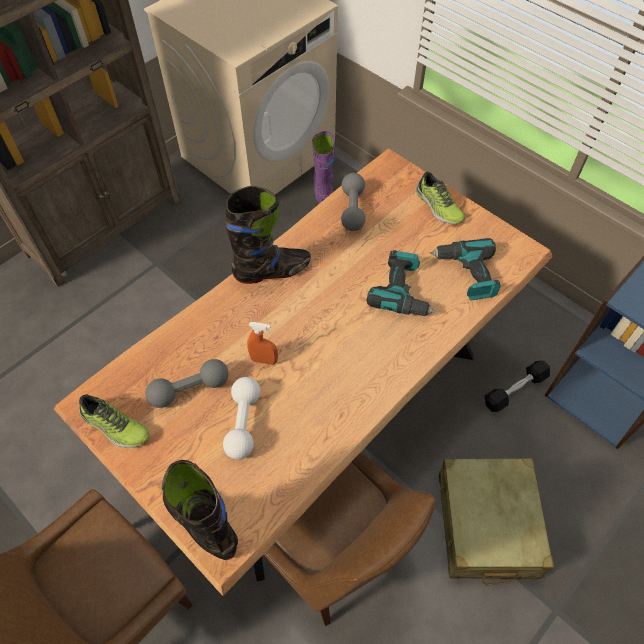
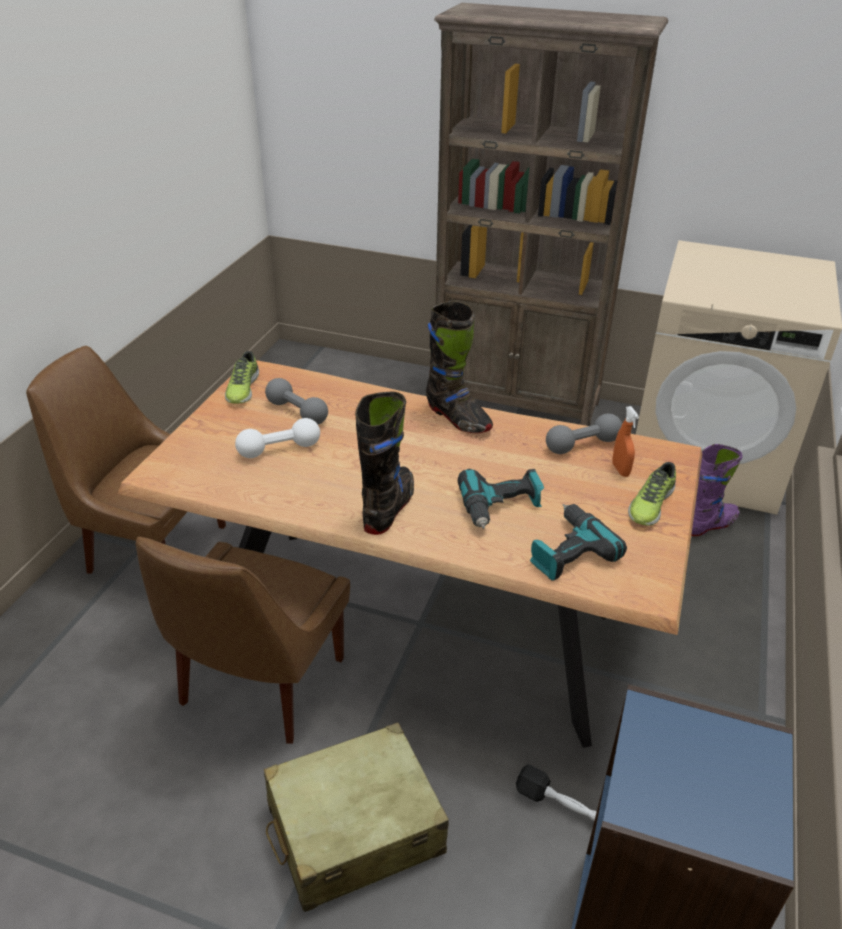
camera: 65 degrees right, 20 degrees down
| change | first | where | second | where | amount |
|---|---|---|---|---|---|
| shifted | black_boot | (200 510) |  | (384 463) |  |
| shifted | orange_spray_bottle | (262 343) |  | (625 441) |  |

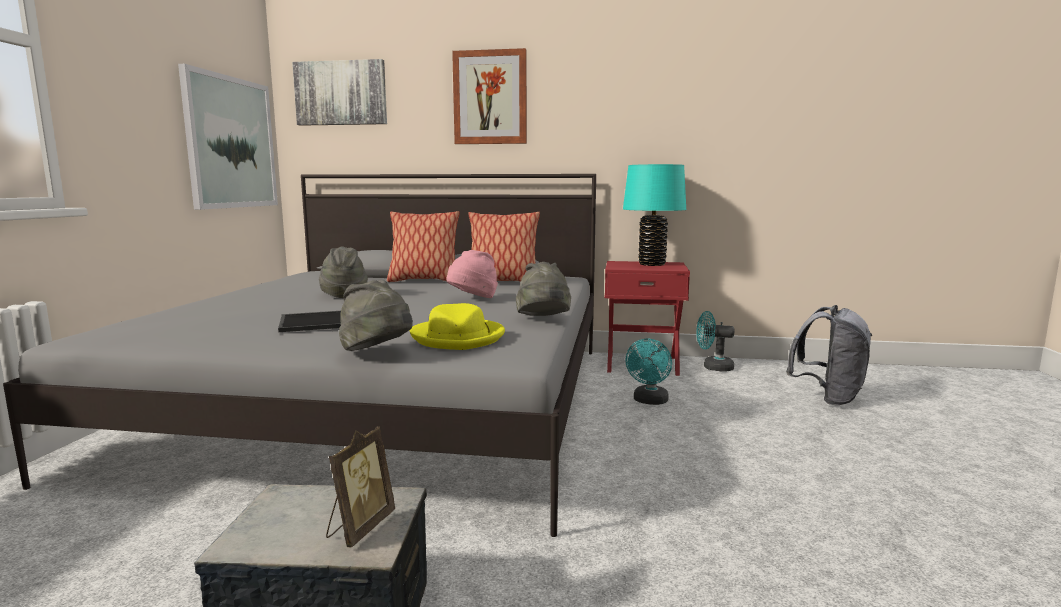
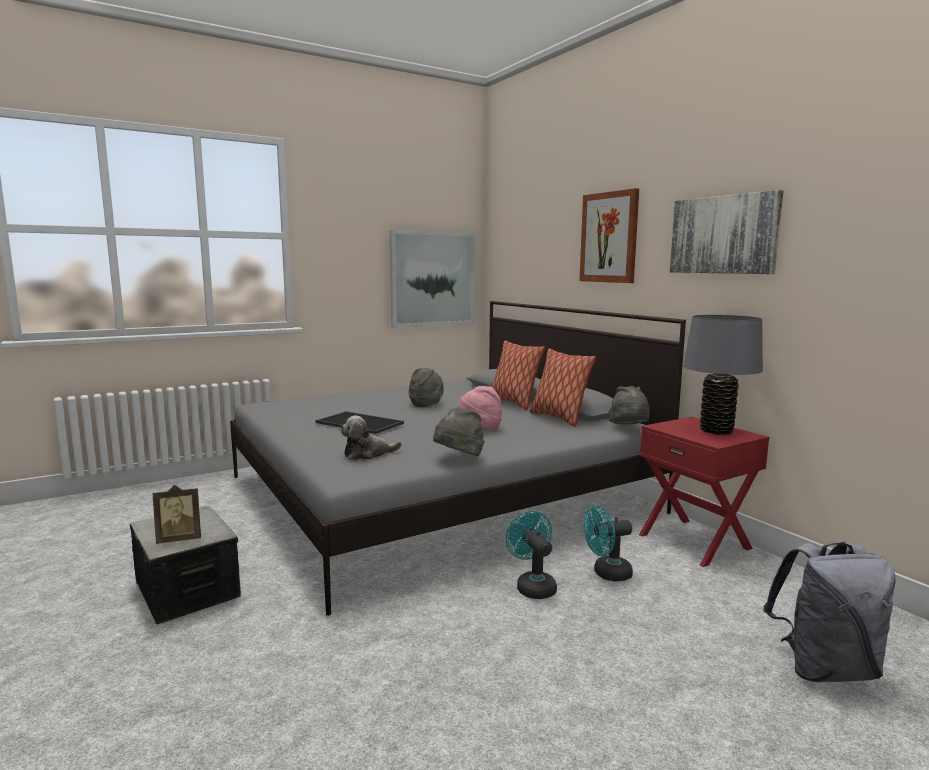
camera: 50 degrees right, 0 degrees up
| change | first | where | second | where | amount |
|---|---|---|---|---|---|
| shifted | picture | (339 92) |  | (726 232) |  |
| shifted | grey_hat | (376 315) |  | (629 405) |  |
| shifted | turquoise_fan | (715 341) |  | (531 555) |  |
| swapped | yellow_hat | (457 326) | plush_toy | (371 438) |  |
| repainted | turquoise_table_lamp | (654 215) | grey_table_lamp | (723 375) |  |

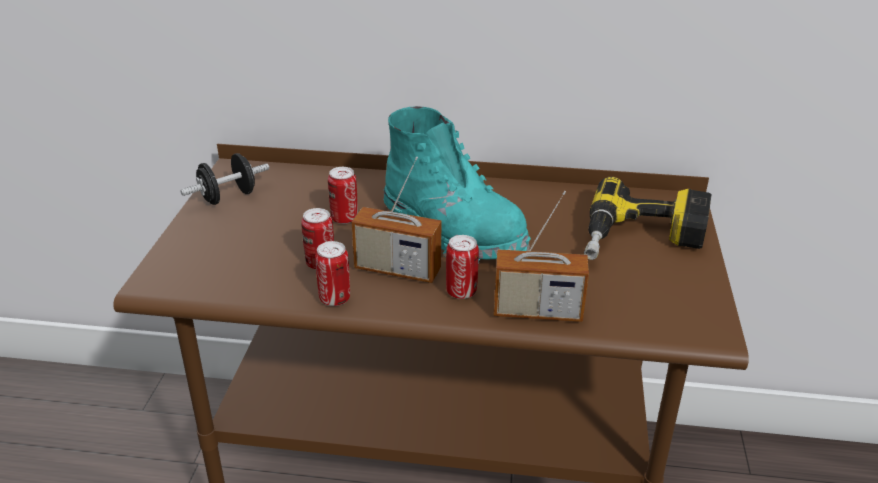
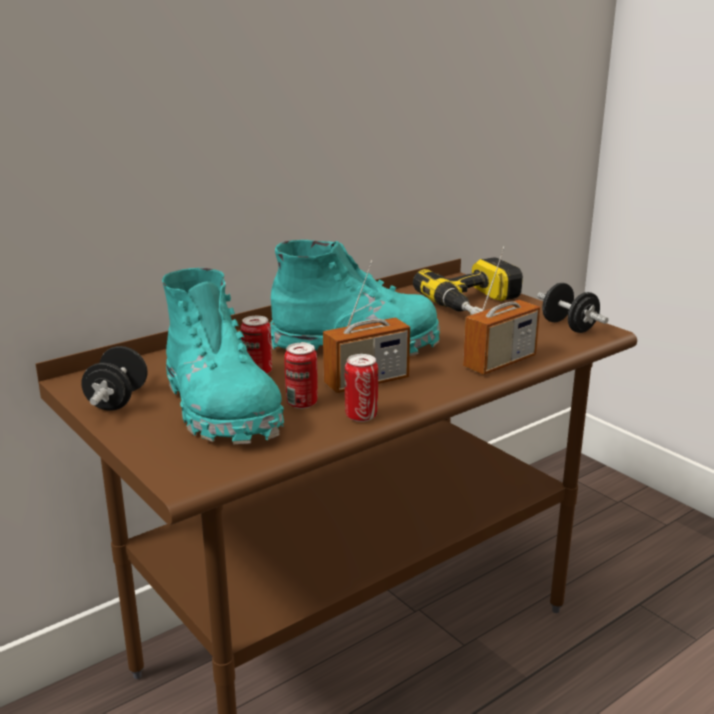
camera: 45 degrees left, 10 degrees down
| change | first | where | second | where | amount |
|---|---|---|---|---|---|
| gone | can | (462 267) |  |  |  |
| new |  |  | turquoise_boot | (223 356) |  |
| new |  |  | black_dumbbell | (572 308) |  |

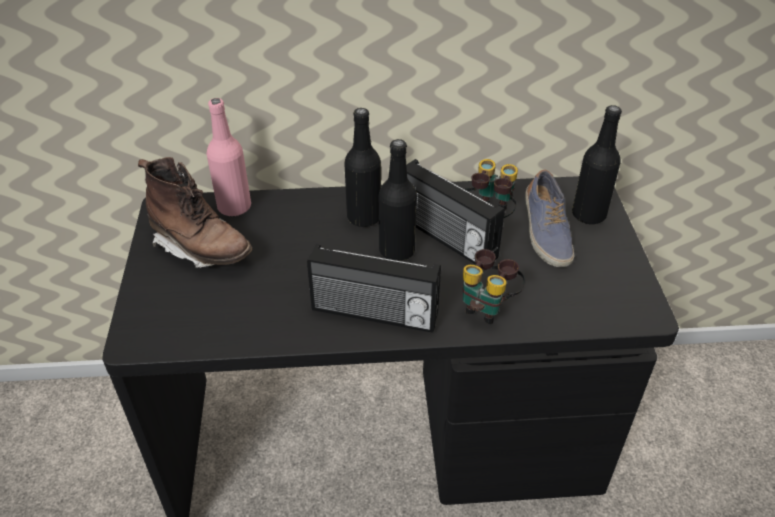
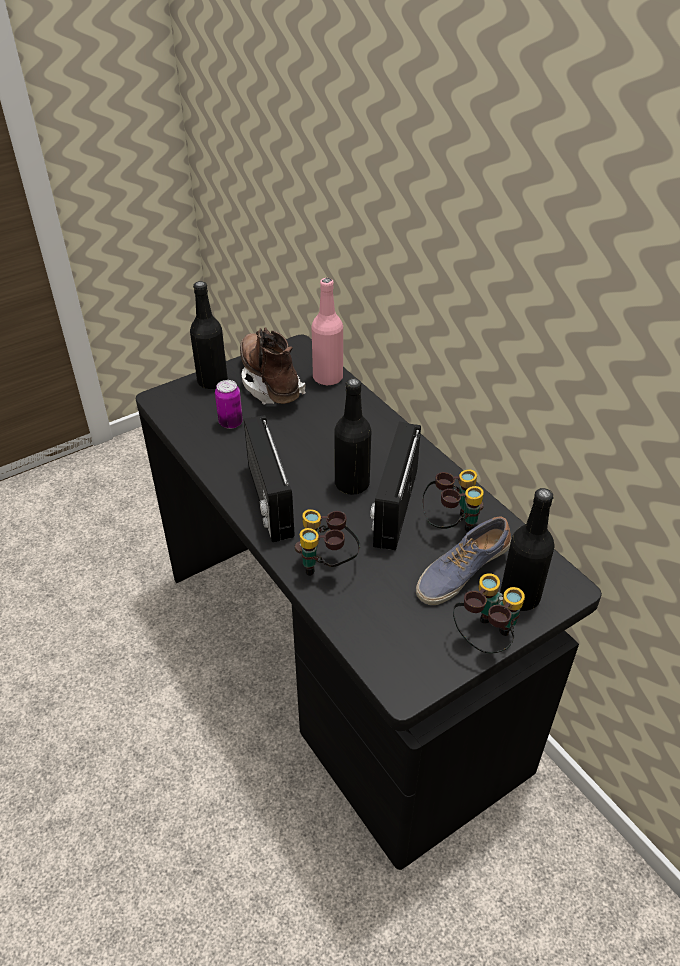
camera: 60 degrees right, 0 degrees up
| change | first | where | second | where | amount |
|---|---|---|---|---|---|
| new |  |  | can | (229 404) |  |
| new |  |  | binoculars | (489 613) |  |
| shifted | black_bottle | (362 167) |  | (209 335) |  |
| rotated | brown_boot | (195 212) |  | (273 365) | 150 degrees clockwise |

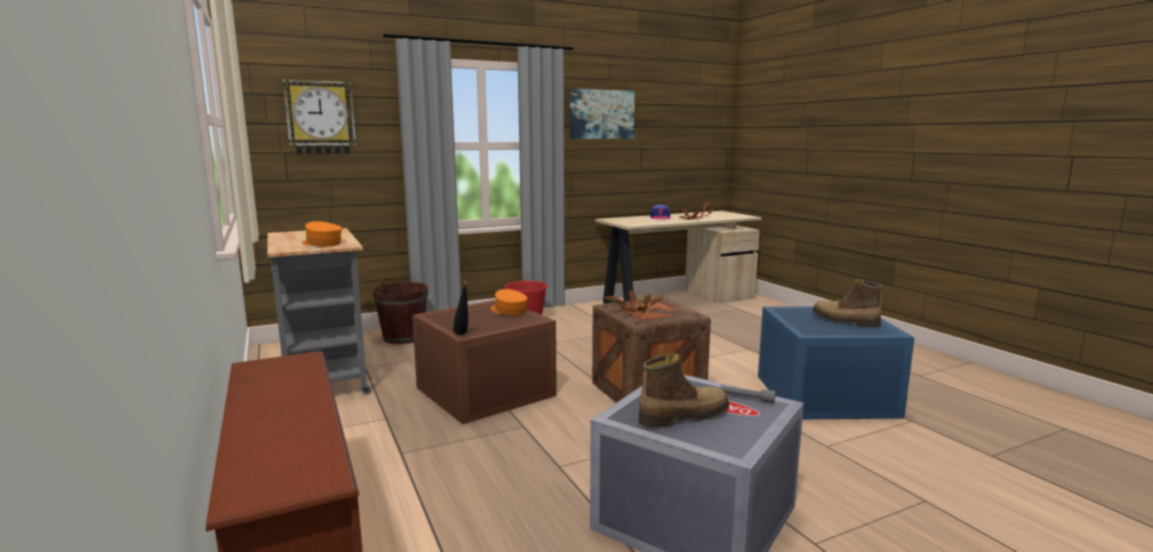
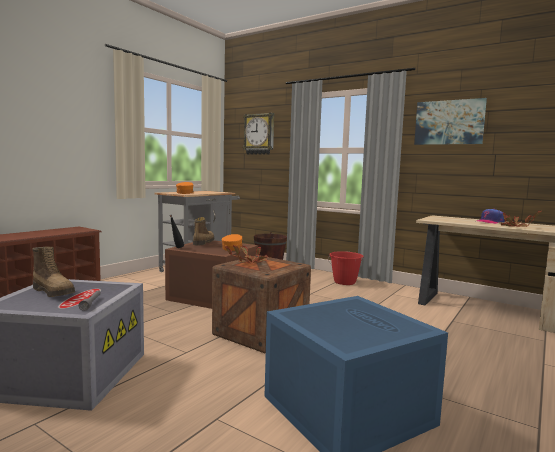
camera: 60 degrees right, 5 degrees down
| change | first | where | second | where | amount |
|---|---|---|---|---|---|
| shifted | boot | (847 303) |  | (203 231) |  |

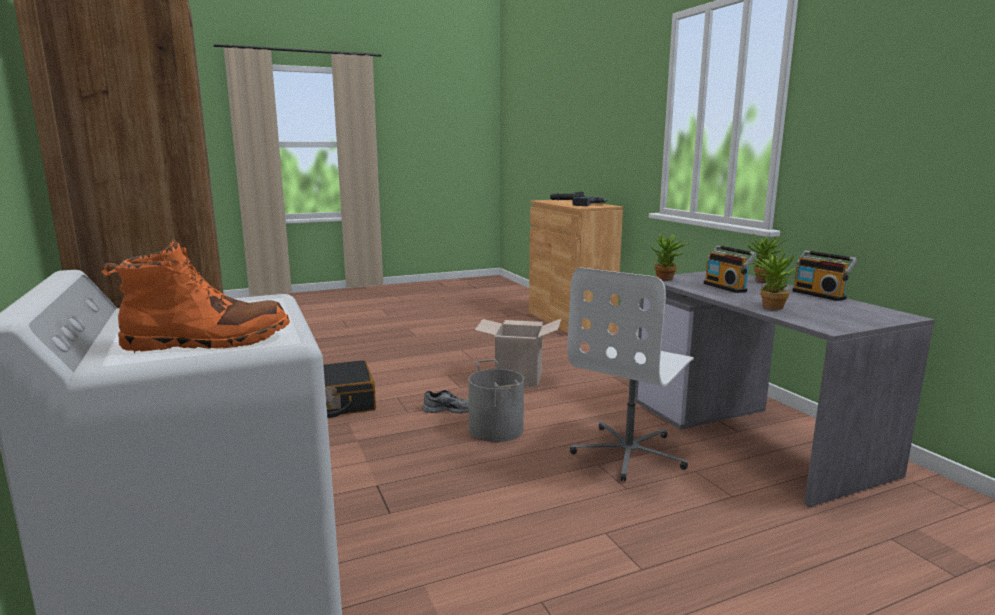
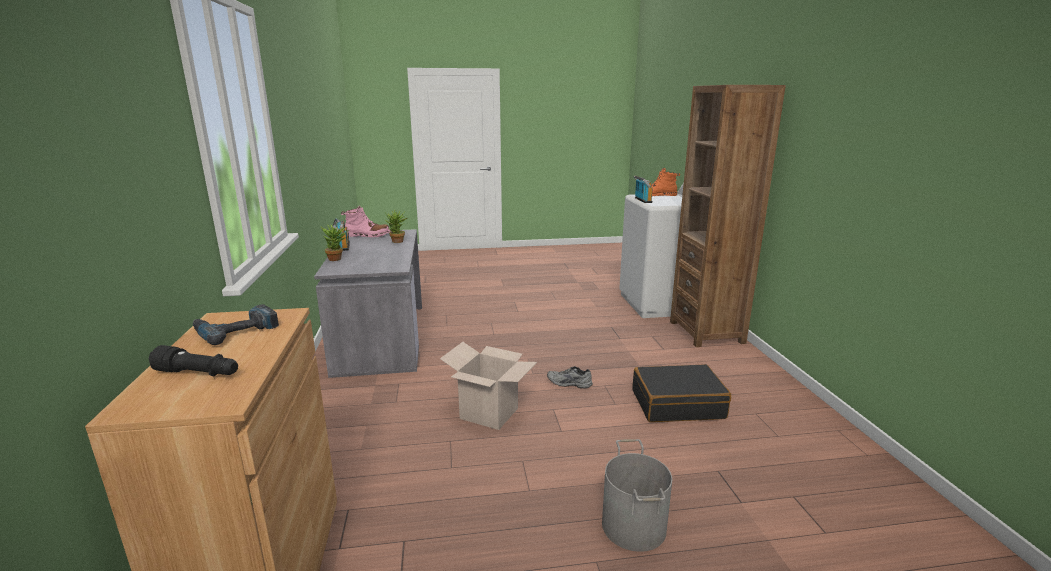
camera: 165 degrees left, 5 degrees up
| change | first | where | second | where | amount |
|---|---|---|---|---|---|
| gone | white_office_chair | (630 374) |  |  |  |
| gone | potted_plant | (671 257) |  |  |  |
| new |  |  | pink_boot | (366 221) |  |
| shifted | grey_bucket | (496 400) |  | (637 495) |  |
| shifted | radio | (730 269) |  | (643 189) |  |

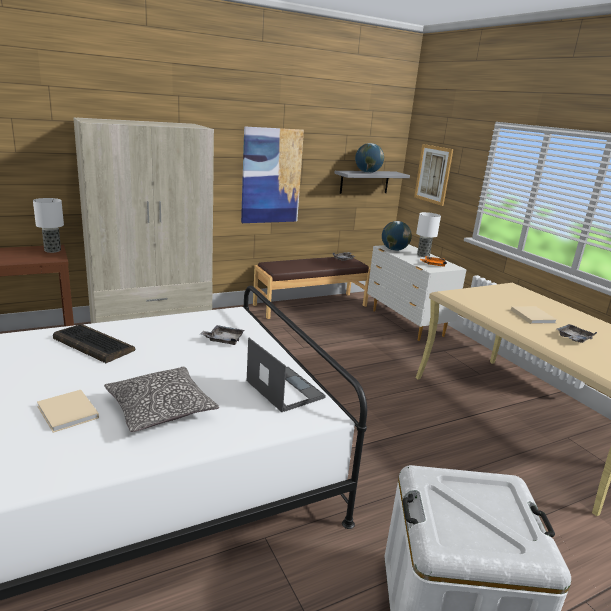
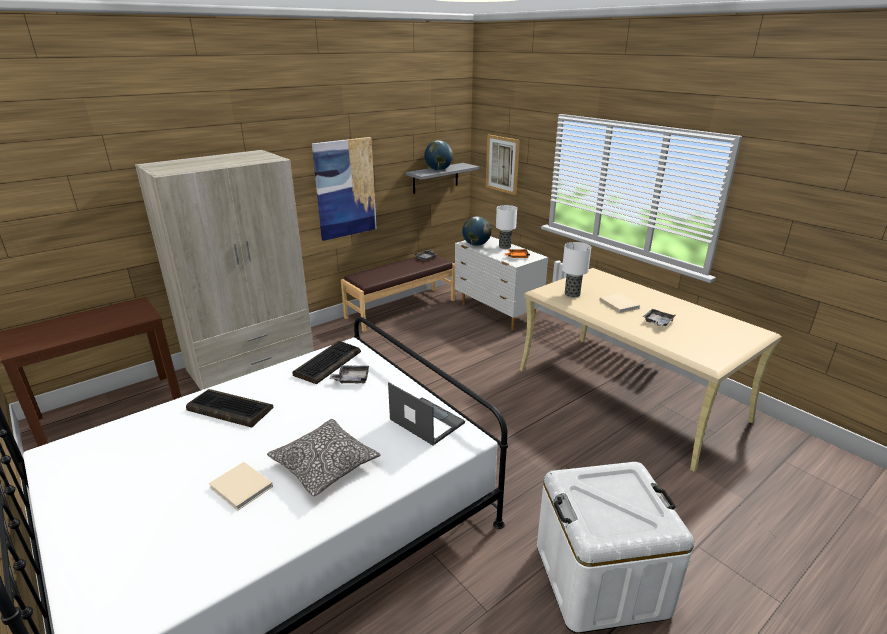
camera: 10 degrees left, 5 degrees up
| change | first | where | second | where | amount |
|---|---|---|---|---|---|
| new |  |  | keyboard | (326 362) |  |
| shifted | table_lamp | (48 225) |  | (576 270) |  |

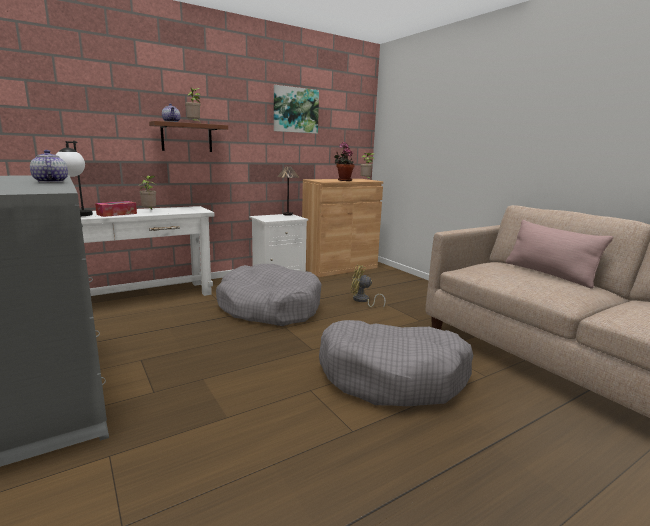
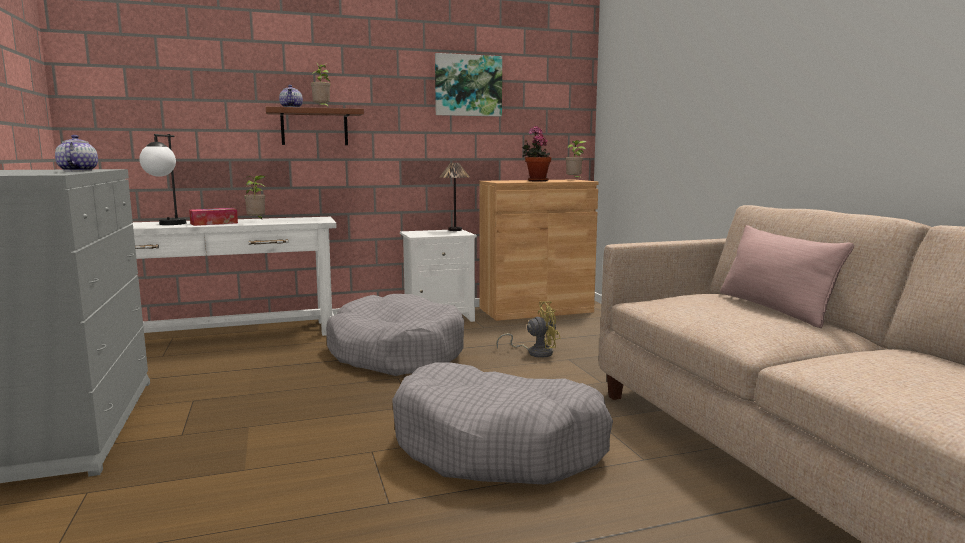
camera: 15 degrees right, 5 degrees down
| change | first | where | second | where | amount |
|---|---|---|---|---|---|
| rotated | yellow_fan | (368 287) |  | (528 329) | 135 degrees clockwise |

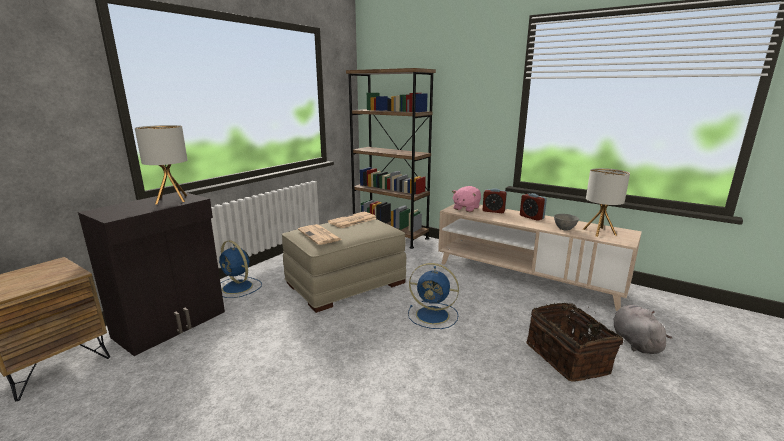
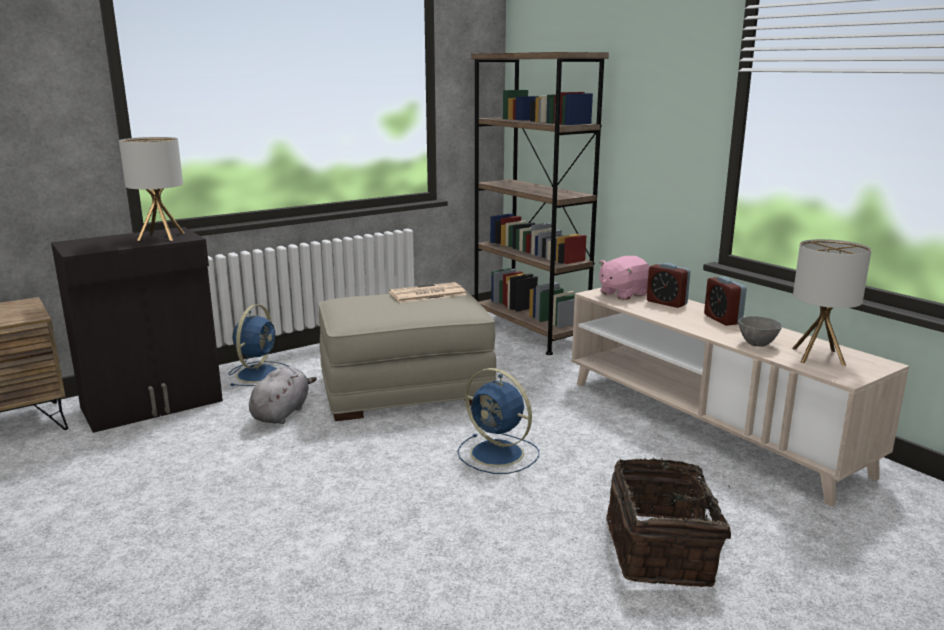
camera: 20 degrees right, 0 degrees up
| change | first | where | second | where | amount |
|---|---|---|---|---|---|
| gone | newspaper | (320 234) |  |  |  |
| shifted | grey_plush_toy | (642 329) |  | (283 395) |  |
| rotated | blue_fan | (240 269) |  | (258 345) | 135 degrees counterclockwise |

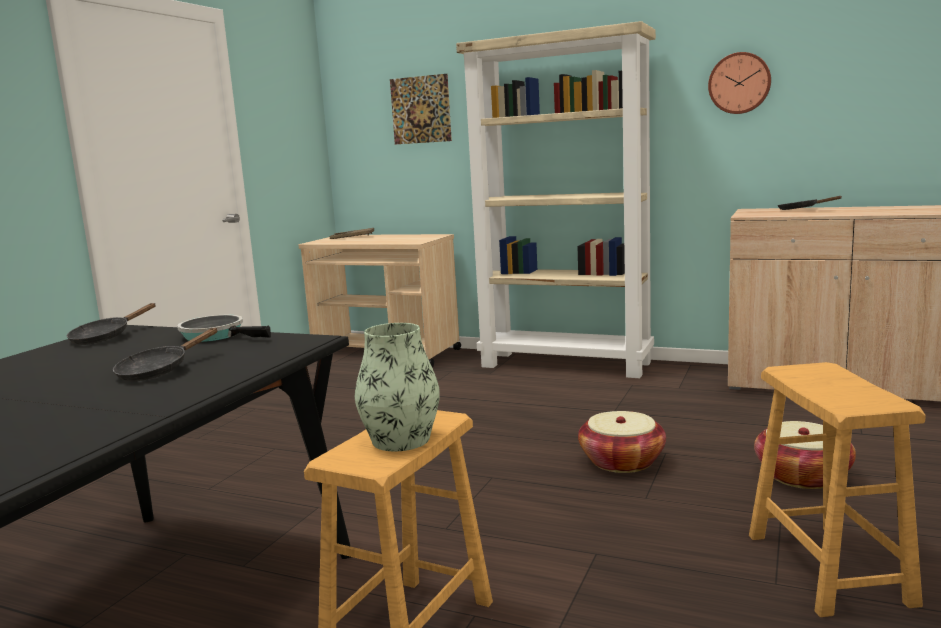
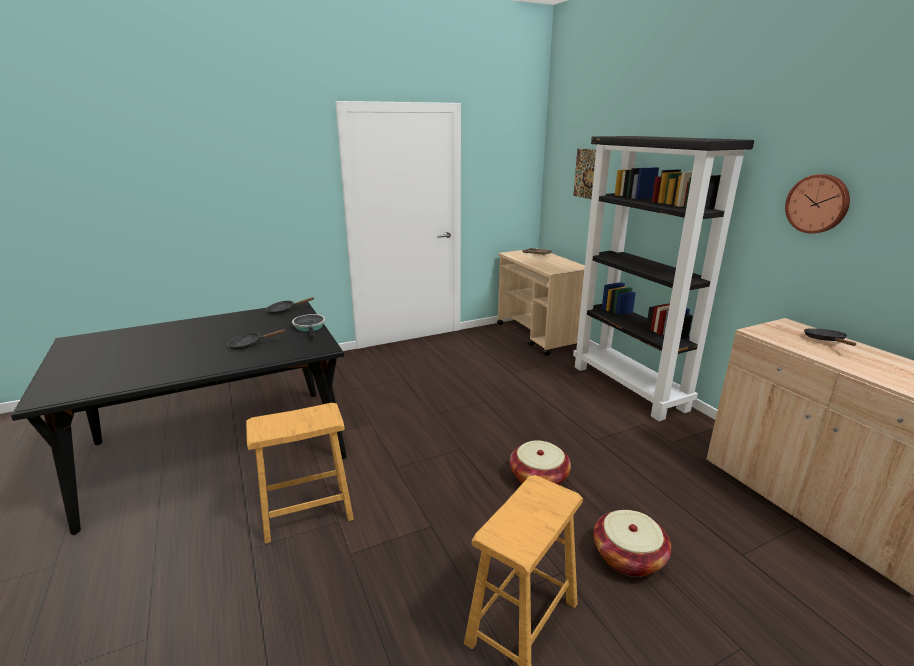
camera: 40 degrees right, 10 degrees up
| change | first | where | second | where | amount |
|---|---|---|---|---|---|
| gone | vase | (397 387) |  |  |  |
| repainted | beige_bookcase | (556 199) | black_bookcase | (663 278) |  |

